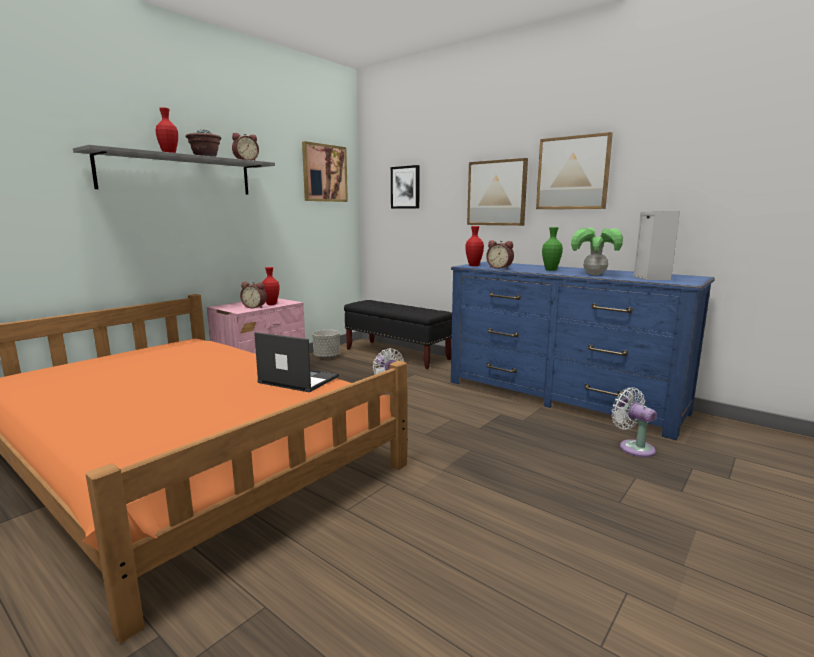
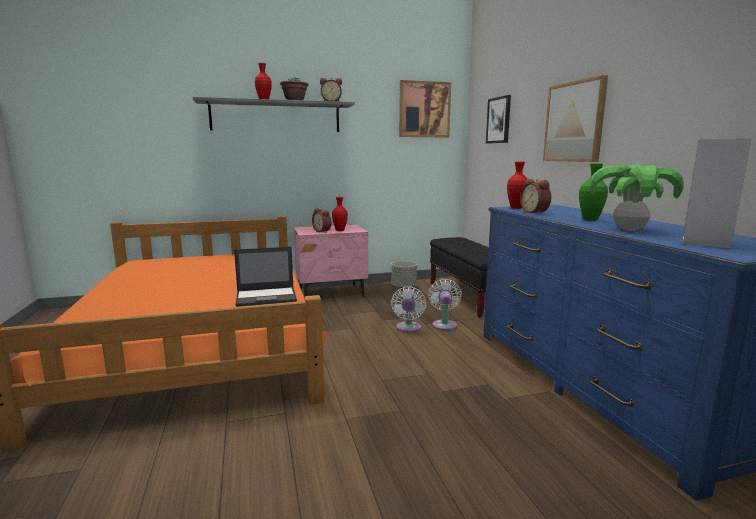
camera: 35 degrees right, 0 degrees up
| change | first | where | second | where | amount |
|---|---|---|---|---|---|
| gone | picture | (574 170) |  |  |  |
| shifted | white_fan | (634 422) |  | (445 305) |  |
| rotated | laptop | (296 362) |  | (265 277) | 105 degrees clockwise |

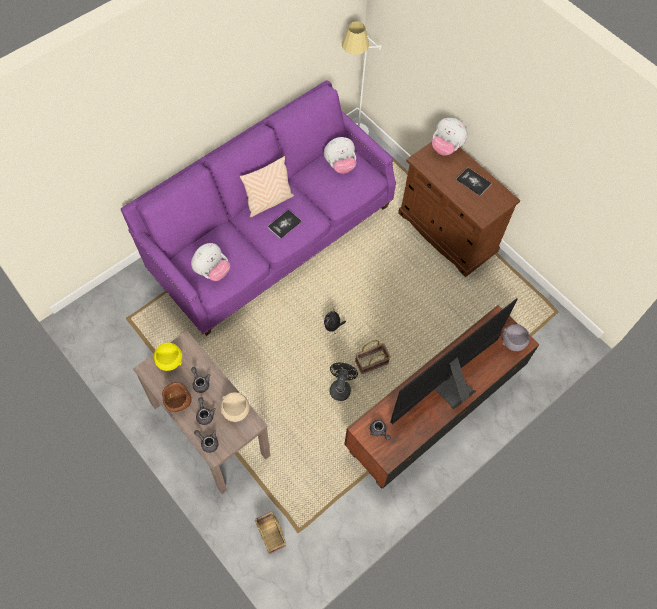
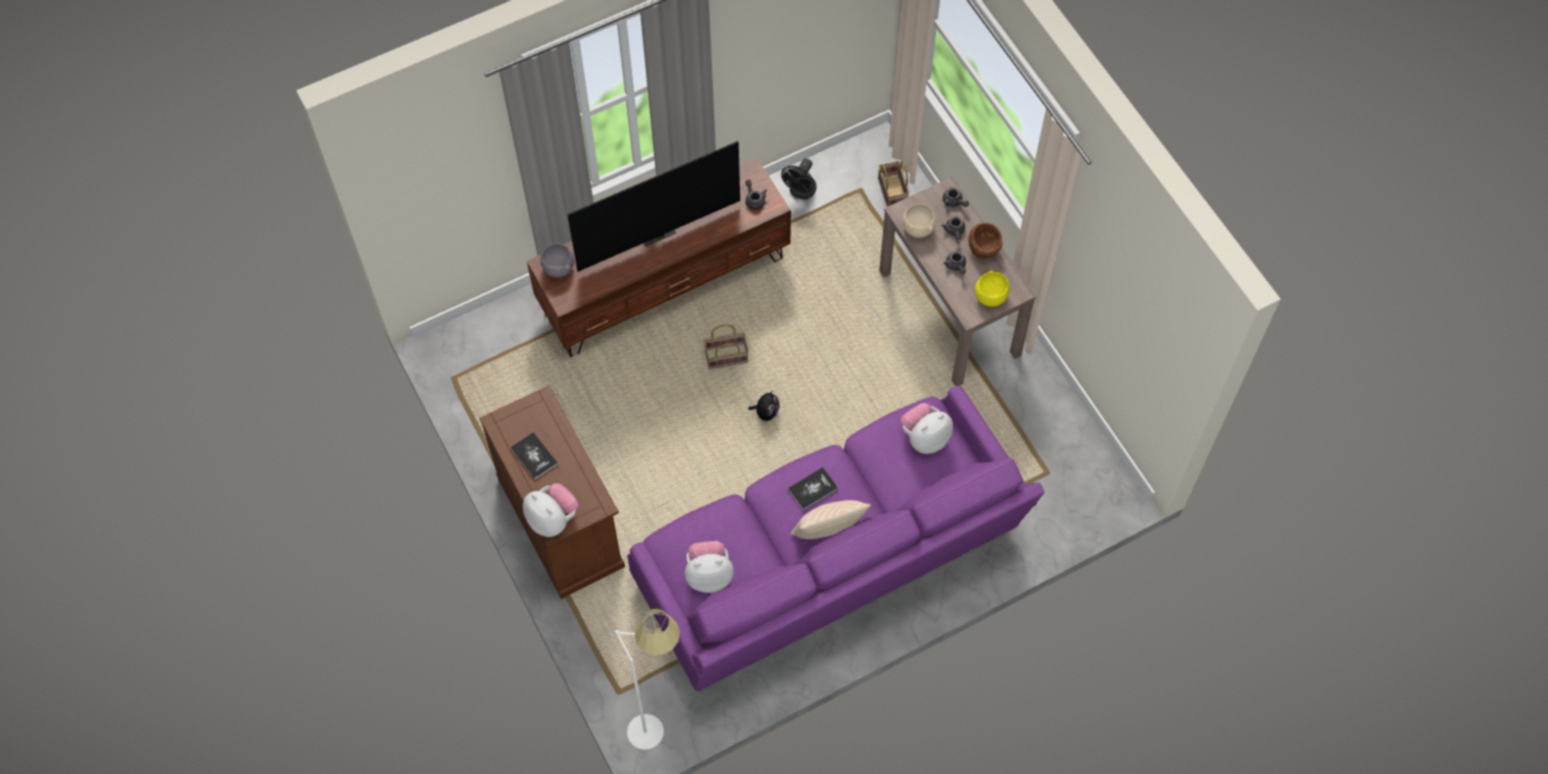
camera: 165 degrees left, 0 degrees up
| change | first | where | second | where | amount |
|---|---|---|---|---|---|
| shifted | black_fan | (344 382) |  | (799 178) |  |

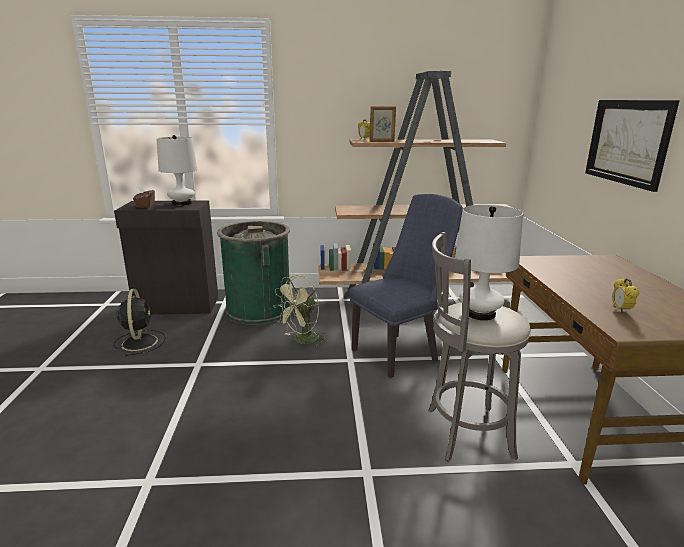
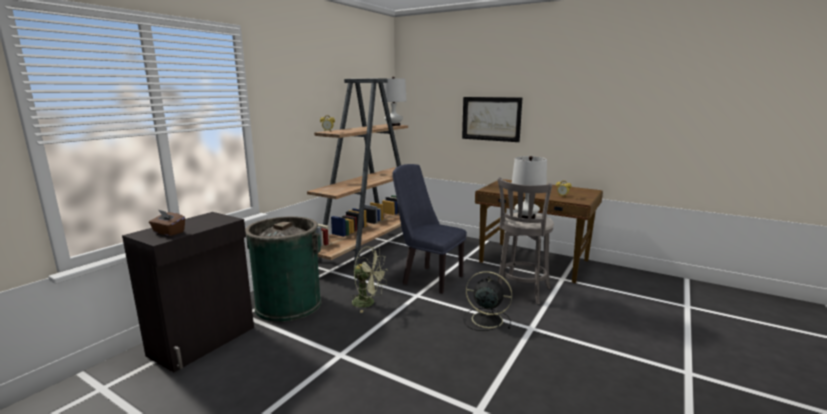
camera: 55 degrees left, 5 degrees down
| change | first | where | second | where | amount |
|---|---|---|---|---|---|
| gone | picture_frame | (382 124) |  |  |  |
| shifted | black_fan | (139 323) |  | (487 301) |  |
| shifted | white_table_lamp | (176 170) |  | (394 101) |  |
| rotated | green_fan | (300 311) |  | (369 279) | 60 degrees counterclockwise |
| rotated | blue_chair | (406 286) |  | (429 229) | 60 degrees counterclockwise |

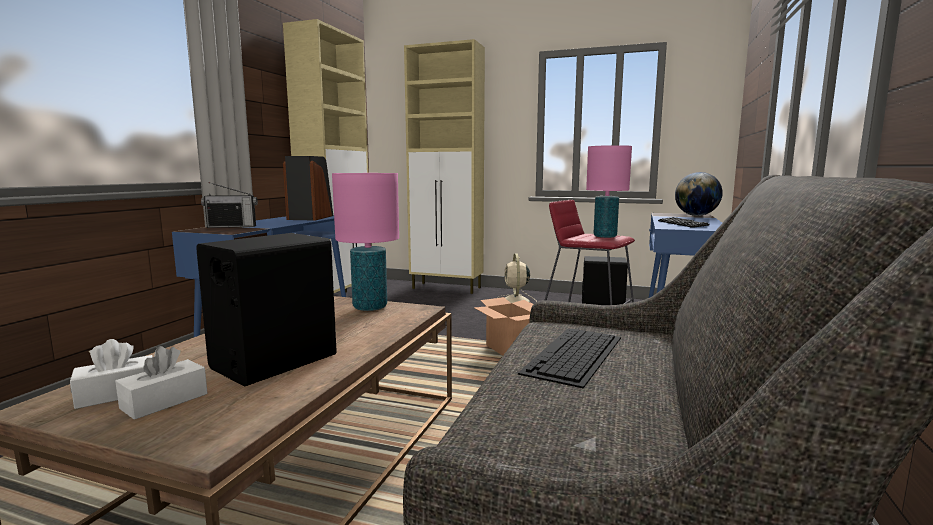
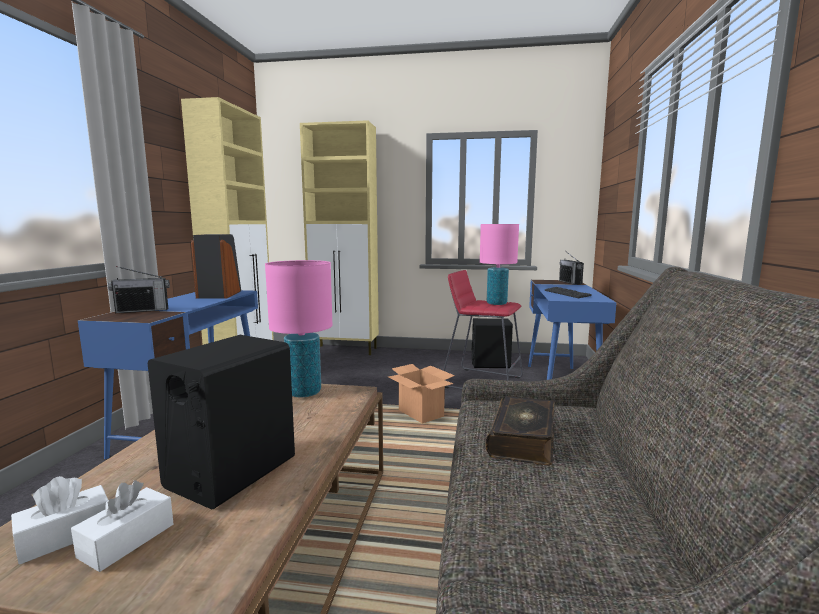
camera: 10 degrees left, 0 degrees up
| change | first | where | second | where | amount |
|---|---|---|---|---|---|
| gone | beige_fan | (517 278) |  |  |  |
| swapped | keyboard | (569 358) | book | (520 430) |  |
| swapped | globe | (699 194) | radio | (571 268) |  |

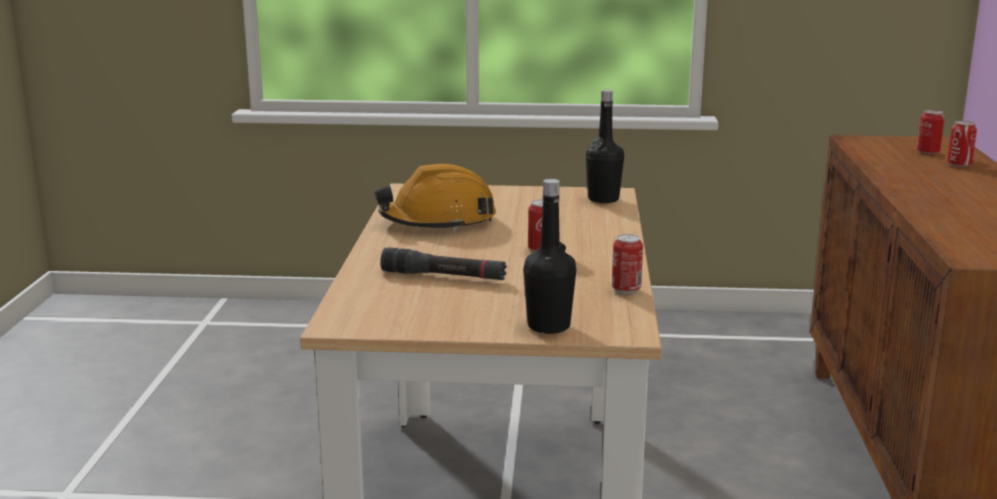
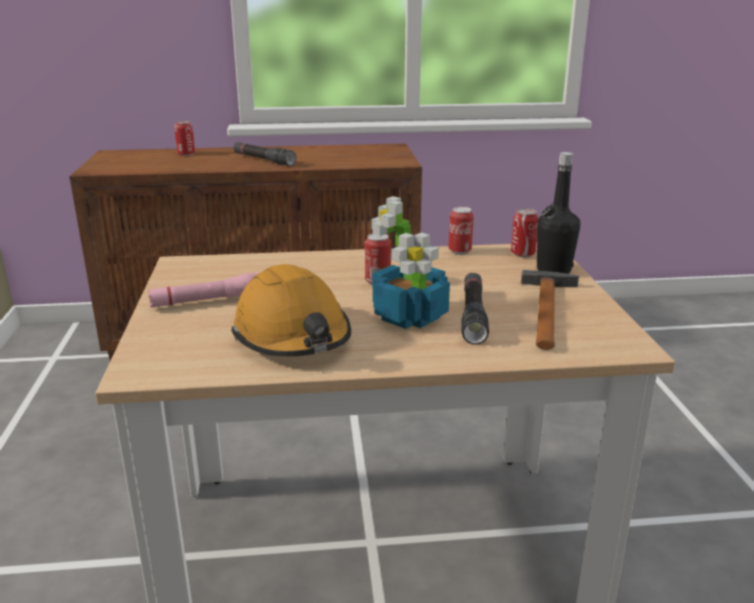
camera: 100 degrees left, 5 degrees up
| change | first | where | second | where | amount |
|---|---|---|---|---|---|
| gone | black_bottle | (605 146) |  |  |  |
| new |  |  | pink_flashlight | (205 289) |  |
| new |  |  | black_flashlight | (264 154) |  |
| new |  |  | potted_plant | (410 262) |  |
| new |  |  | hammer | (550 310) |  |
| shifted | can | (930 132) |  | (525 232) |  |

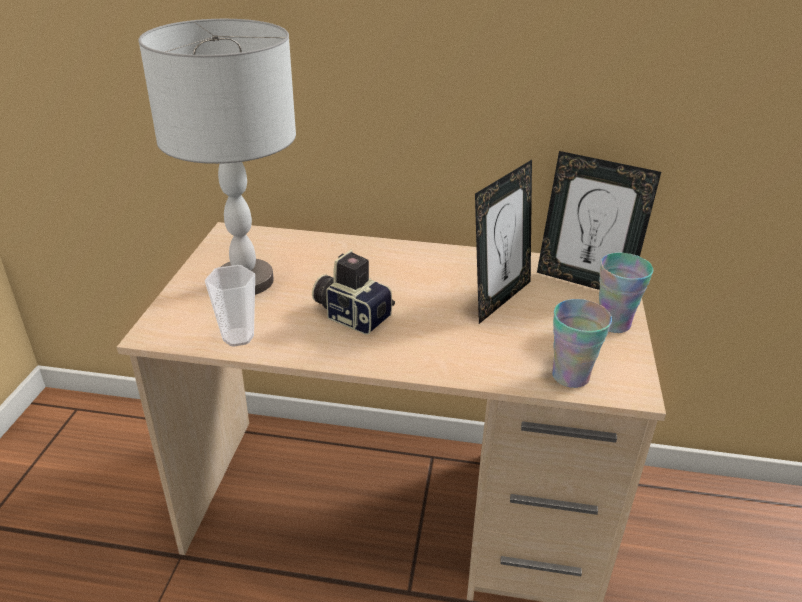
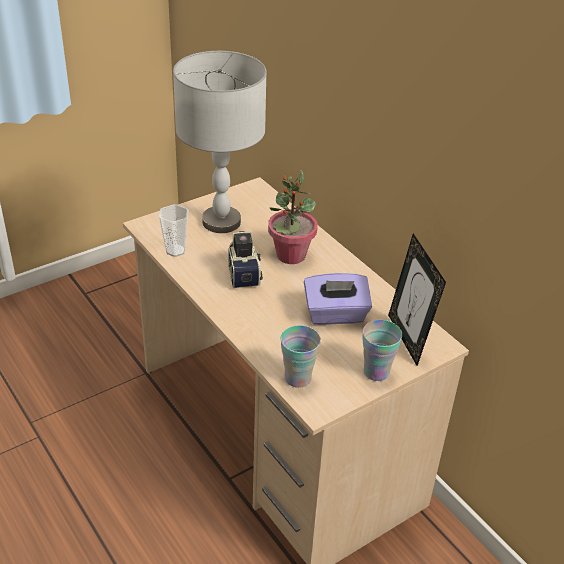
camera: 45 degrees right, 5 degrees up
| change | first | where | second | where | amount |
|---|---|---|---|---|---|
| new |  |  | potted_plant | (292 217) |  |
| swapped | picture_frame | (503 242) | purple_tissue_box | (338 299) |  |

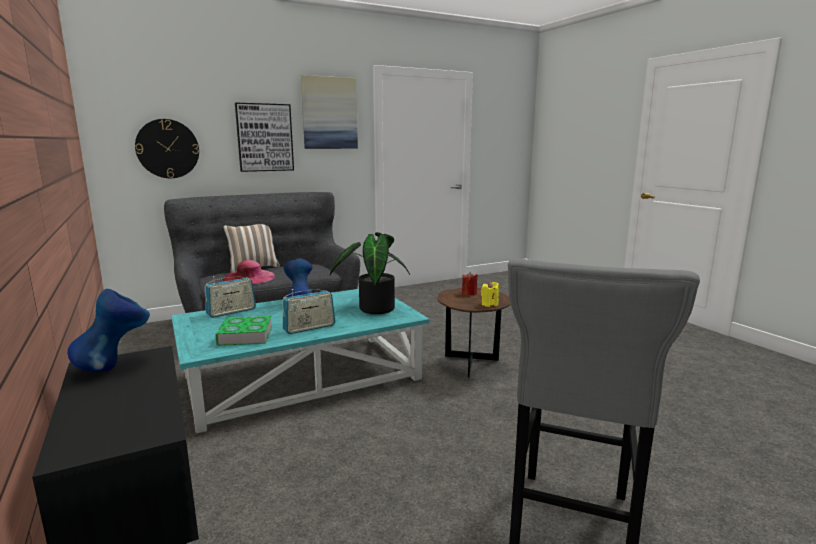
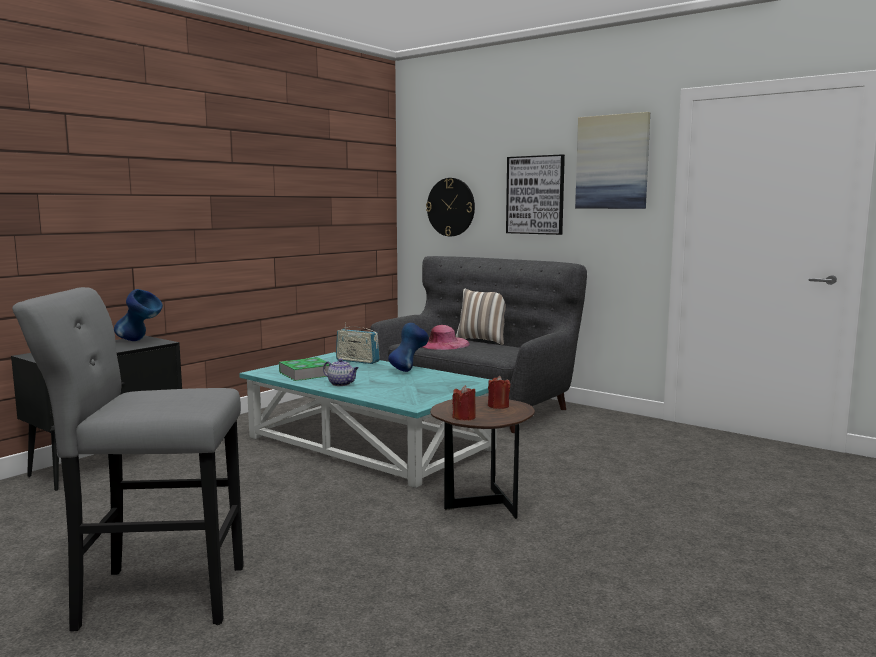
camera: 65 degrees right, 5 degrees down
| change | first | where | second | where | amount |
|---|---|---|---|---|---|
| gone | potted_plant | (370 273) |  |  |  |
| swapped | radio | (308 311) | teapot | (341 372) |  |
| repainted | yellow_candle | (490 294) | red_candle | (464 402) |  |

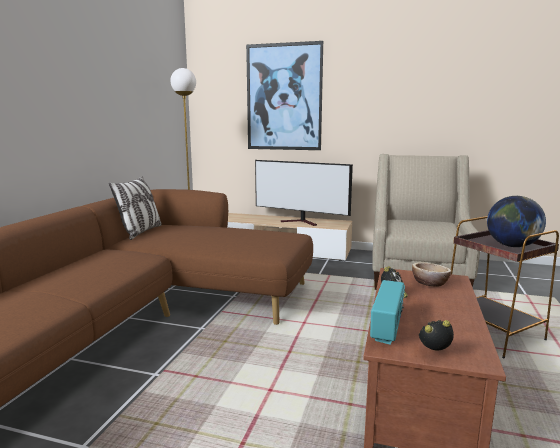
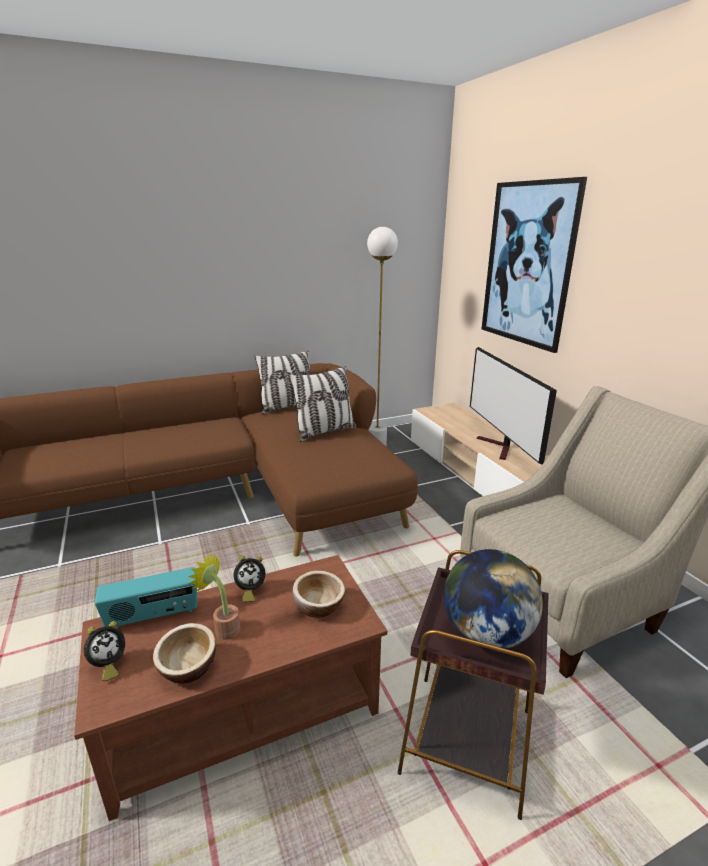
camera: 50 degrees right, 10 degrees up
| change | first | where | second | where | amount |
|---|---|---|---|---|---|
| new |  |  | bowl | (184 653) |  |
| new |  |  | potted_plant | (214 597) |  |
| new |  |  | pillow | (322 404) |  |
| rotated | alarm_clock | (436 335) |  | (104 651) | 90 degrees clockwise |

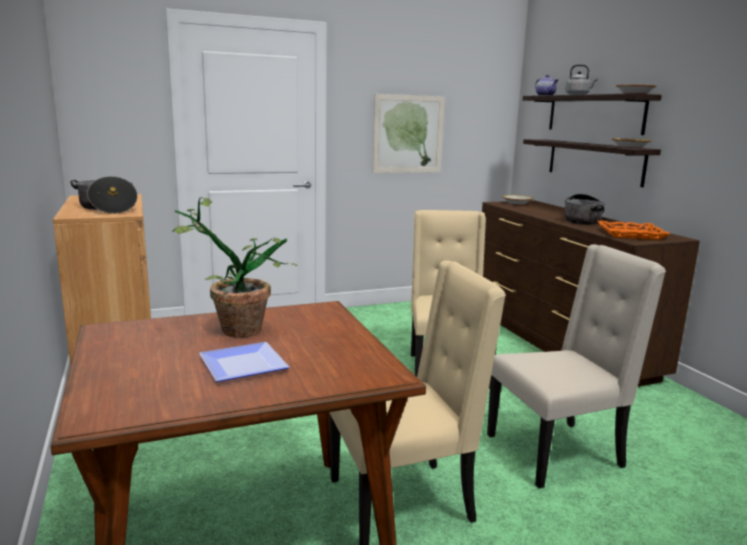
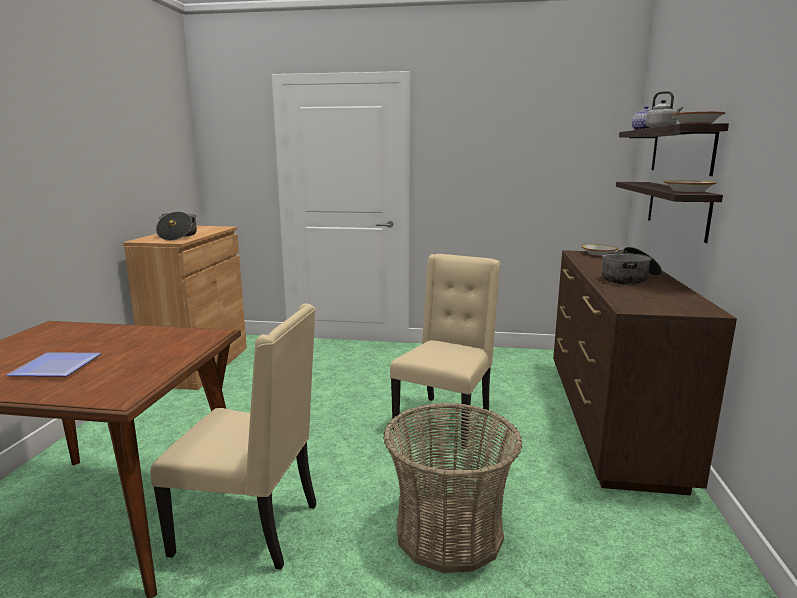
camera: 30 degrees right, 0 degrees up
| change | first | where | second | where | amount |
|---|---|---|---|---|---|
| gone | potted_plant | (235 267) |  |  |  |
| gone | picture | (409 133) |  |  |  |
| gone | orange_tray | (633 230) |  |  |  |
| swapped | beige_chair | (576 366) | basket | (452 488) |  |

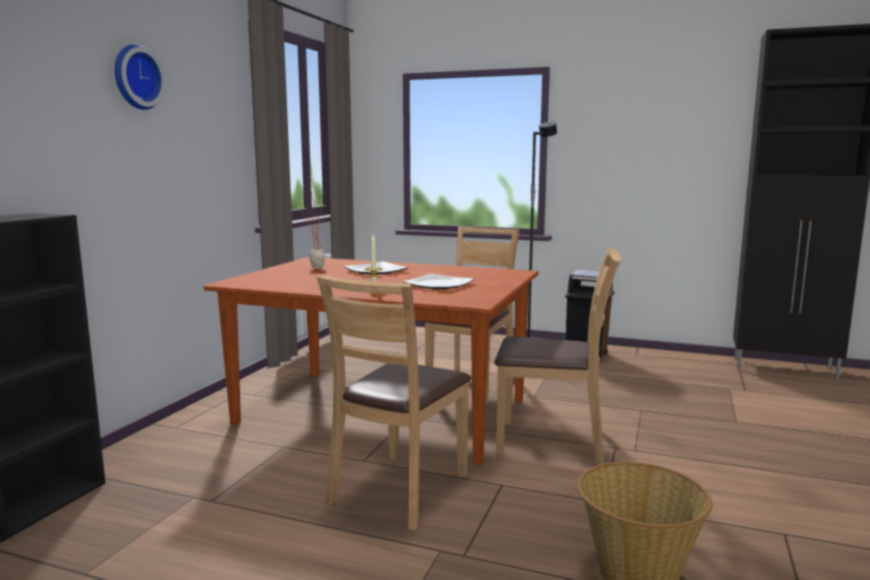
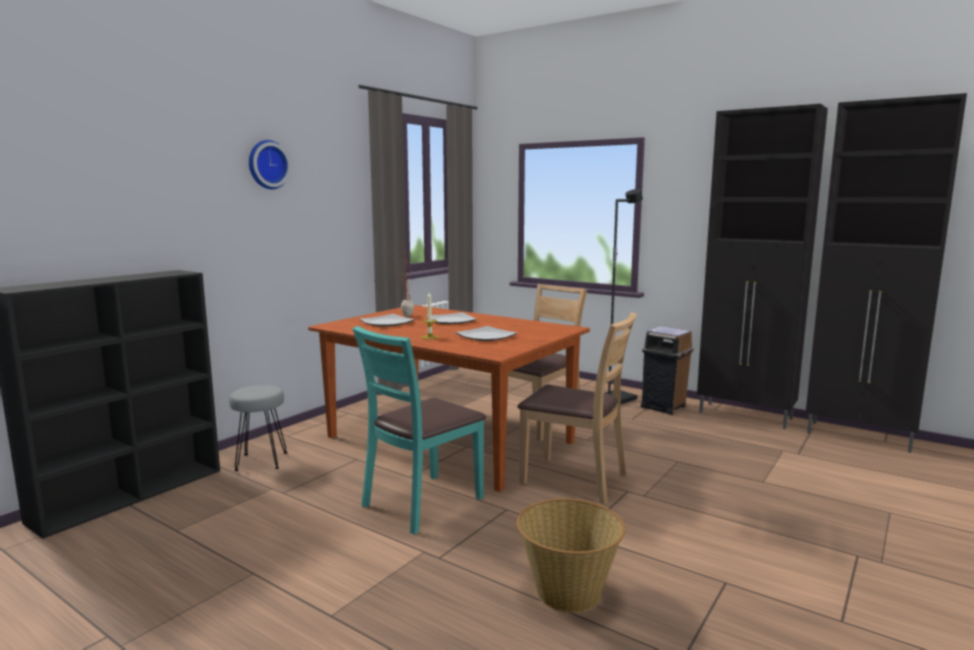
camera: 15 degrees right, 0 degrees up
| change | first | where | second | where | amount |
|---|---|---|---|---|---|
| new |  |  | grey_stool | (258 428) |  |
| new |  |  | plate | (387 320) |  |
| new |  |  | black_cabinet | (762 266) |  |
| repainted | brown_chair | (393 402) | turquoise_chair | (419 430) |  |

